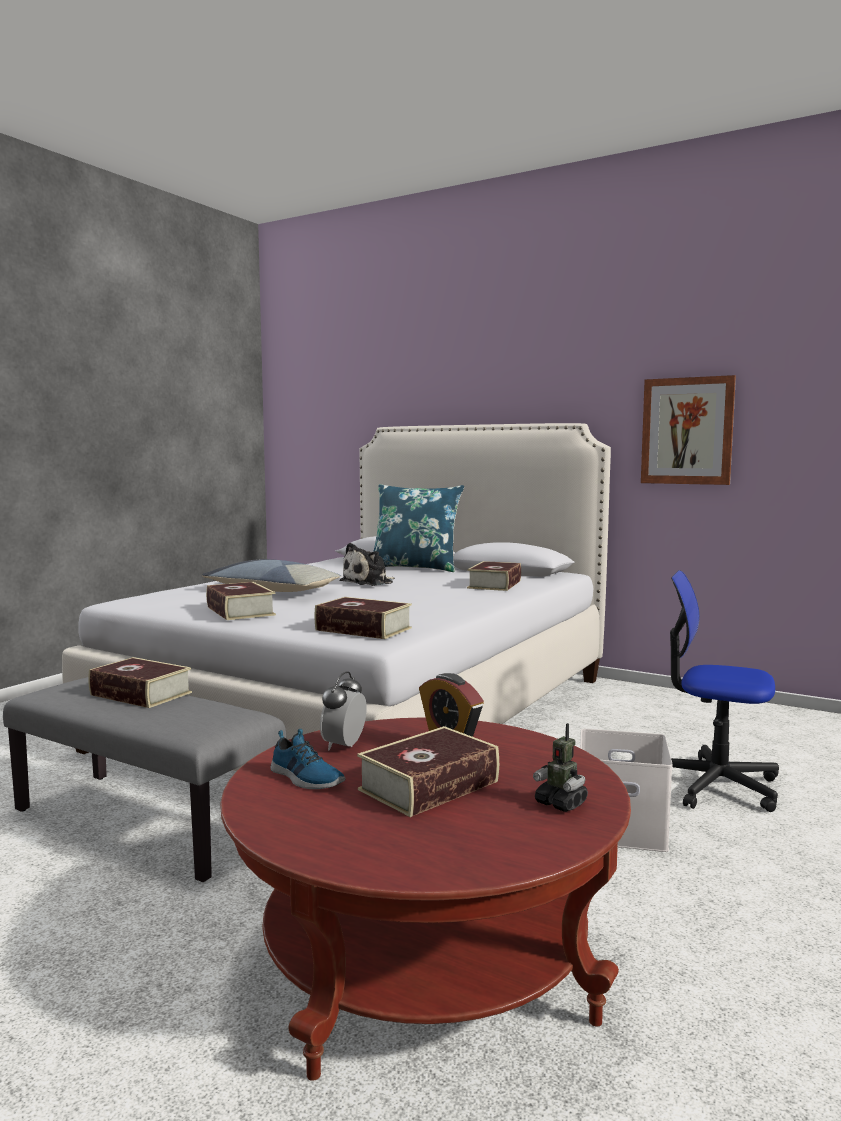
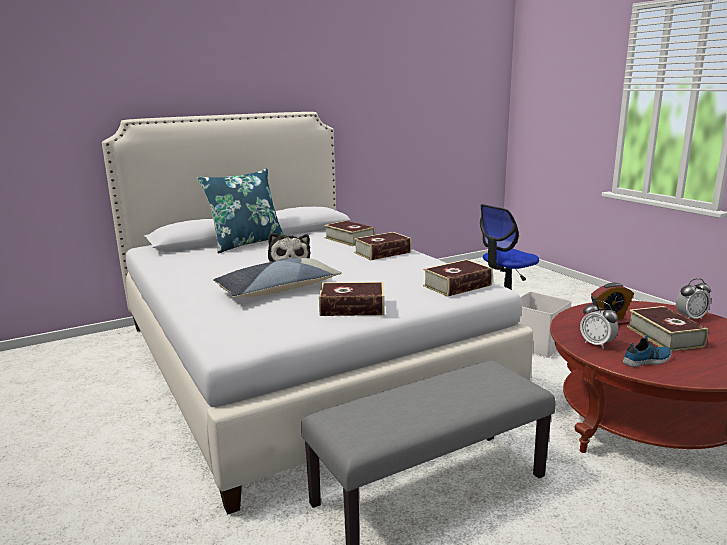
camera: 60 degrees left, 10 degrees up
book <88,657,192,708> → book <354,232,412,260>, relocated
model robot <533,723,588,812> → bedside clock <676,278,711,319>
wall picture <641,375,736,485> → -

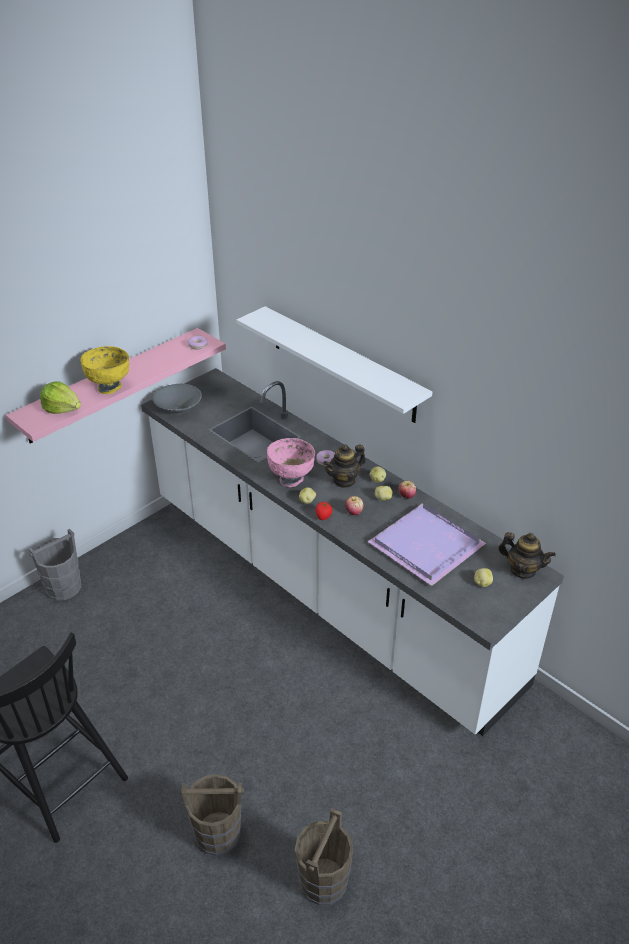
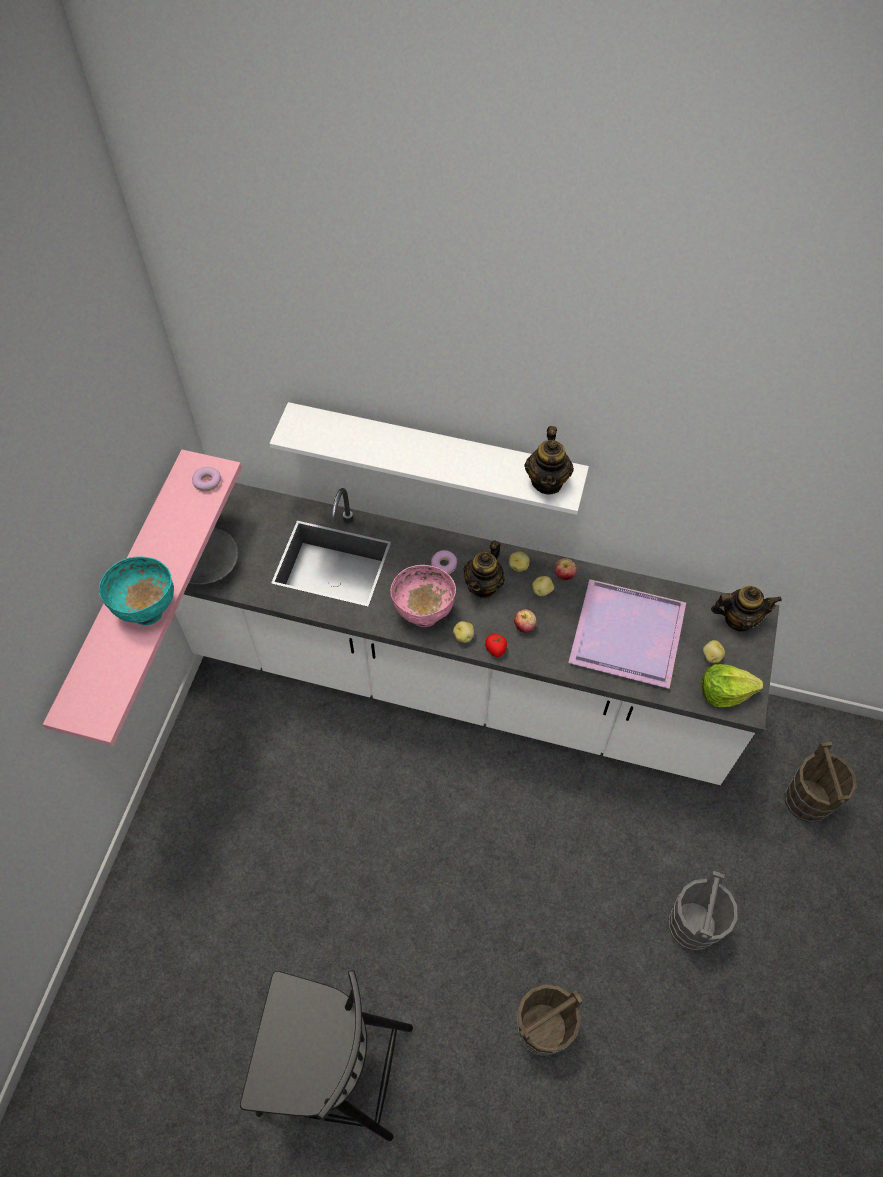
camera: 30 degrees left, 20 degrees up
water bucket in greyish <29,528,81,600> → water bucket in greyish <669,871,738,951>, relocated
lettuce head <40,382,81,414> → lettuce head <702,664,763,707>, relocated
serving bowl in yellow-coloured <81,346,129,394> → serving bowl in turquoise <99,556,174,625>
water bucket in brown <295,808,354,905> → water bucket in brown <785,742,857,823>, relocated
- → teapot <524,426,574,494>

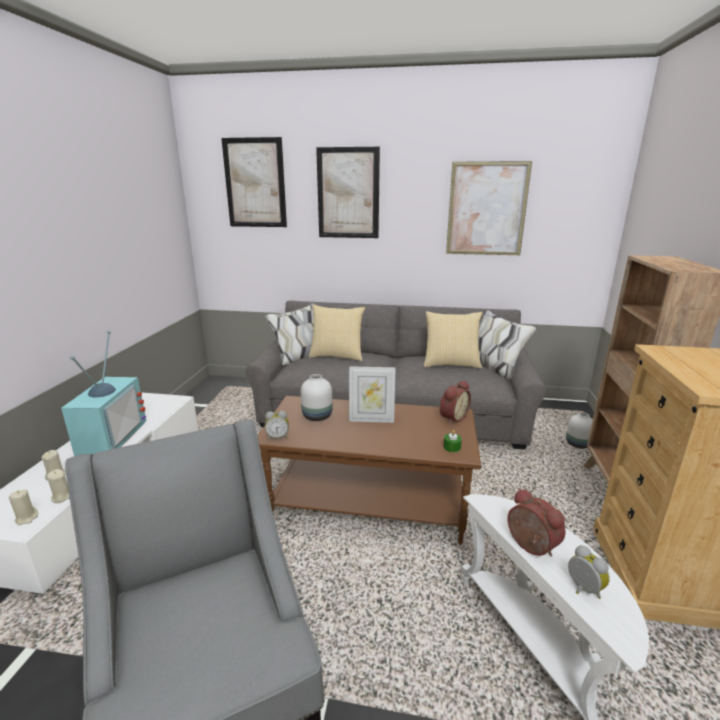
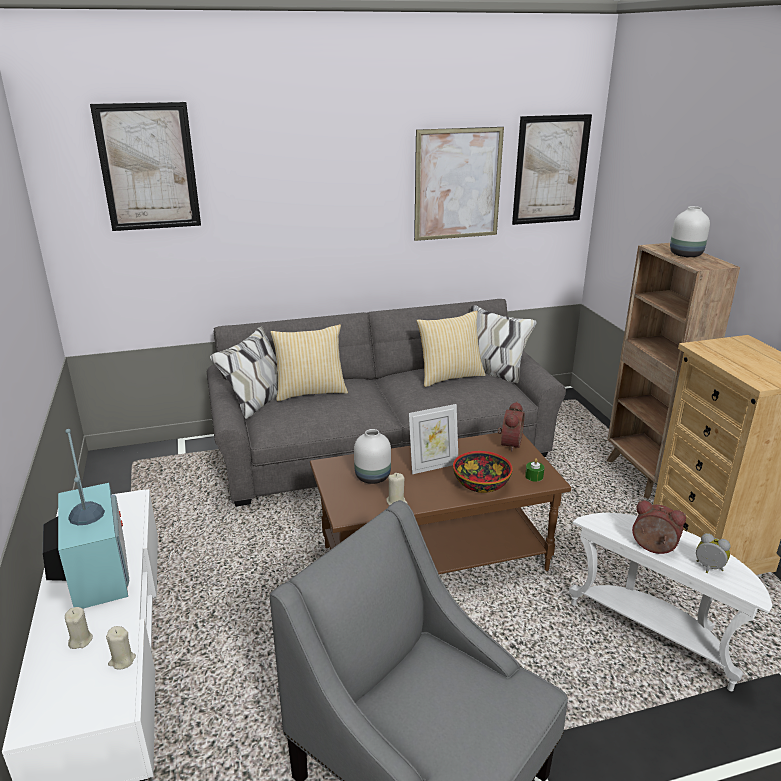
camera: 25 degrees left, 5 degrees up
wax light in sand-coloured <9,489,38,525> → wax light in sand-coloured <386,473,407,506>, relocated
bedside clock <265,411,289,440> → -
wall picture <316,147,380,238> → wall picture <512,114,592,225>, relocated
decorative vase in white-coloured <566,412,593,449> → decorative vase in white-coloured <670,206,710,257>, relocated
- → serving bowl <453,451,513,493>

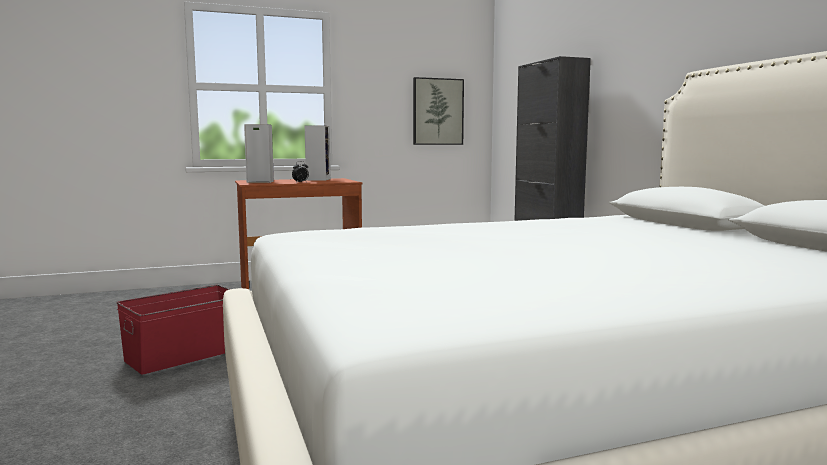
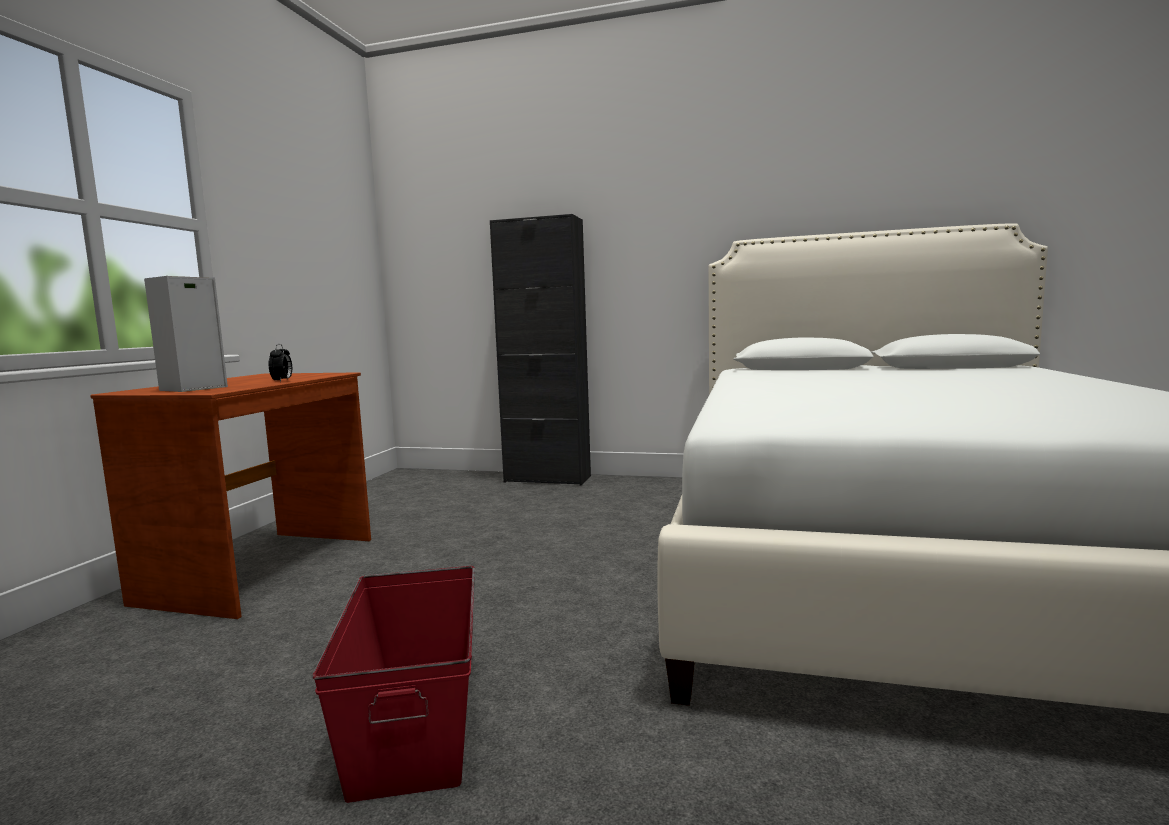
camera: 55 degrees left, 0 degrees up
loudspeaker <305,125,331,180> → -
wall picture <413,77,464,145> → -

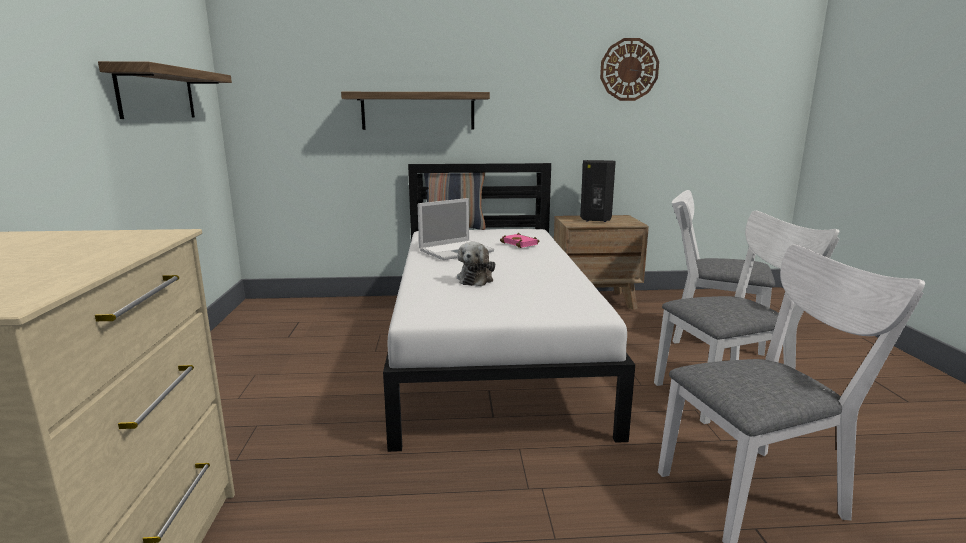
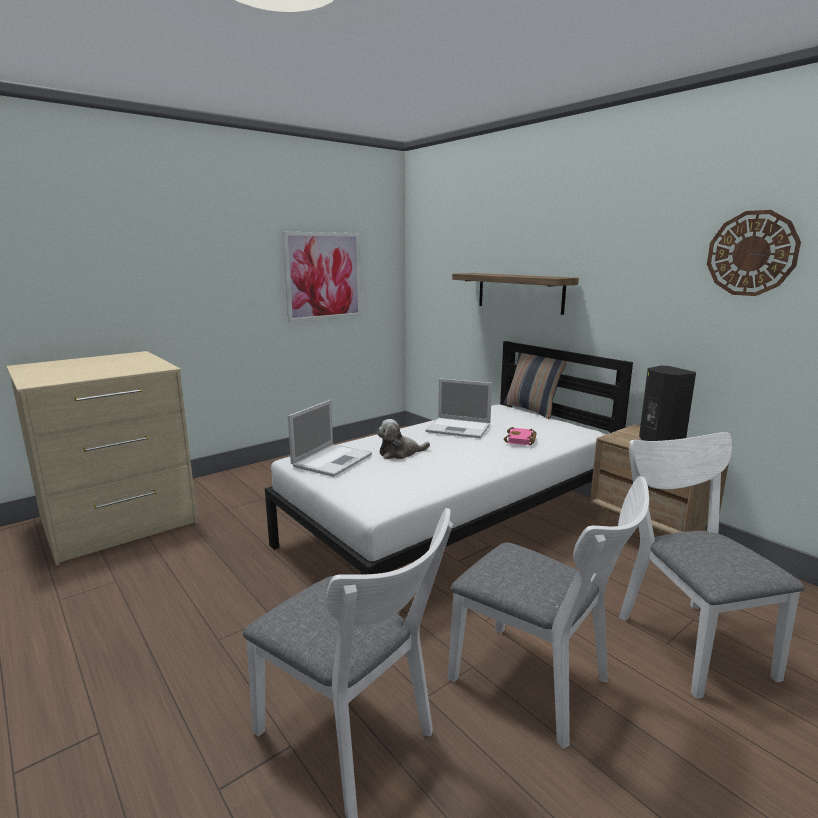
camera: 55 degrees right, 0 degrees up
wall shelf <98,61,232,119> → wall picture <283,232,362,322>
- → portable computer <288,400,372,477>

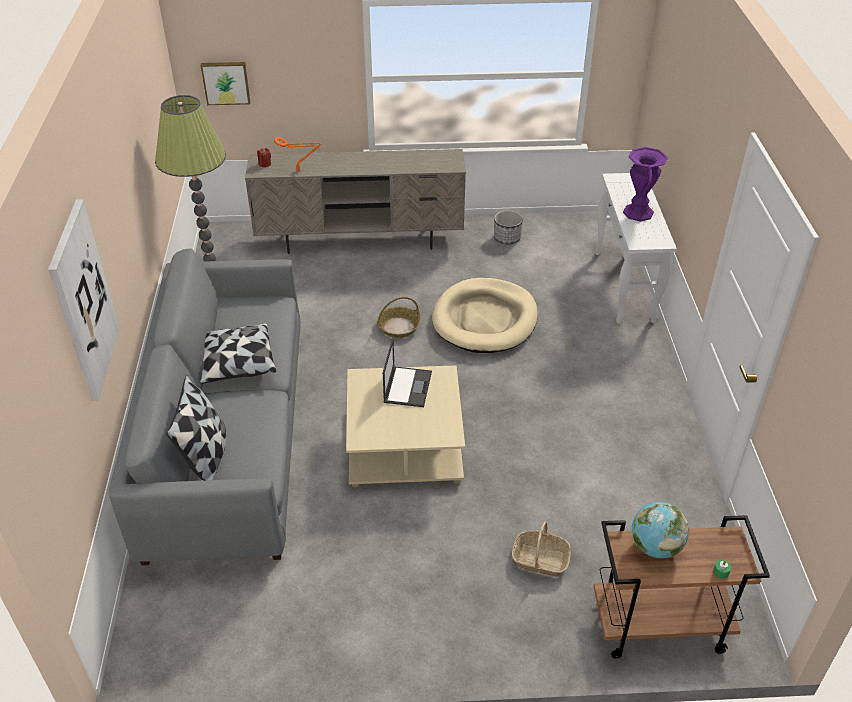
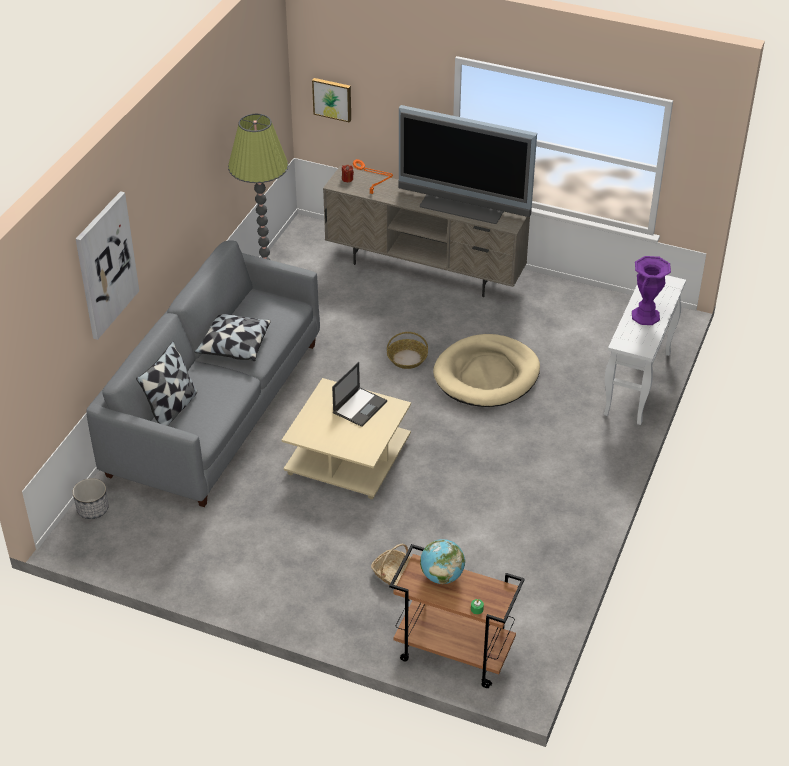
camera: 25 degrees right, 0 degrees up
planter <494,210,523,244> → planter <72,478,109,519>, relocated
- → TV <399,105,537,224>

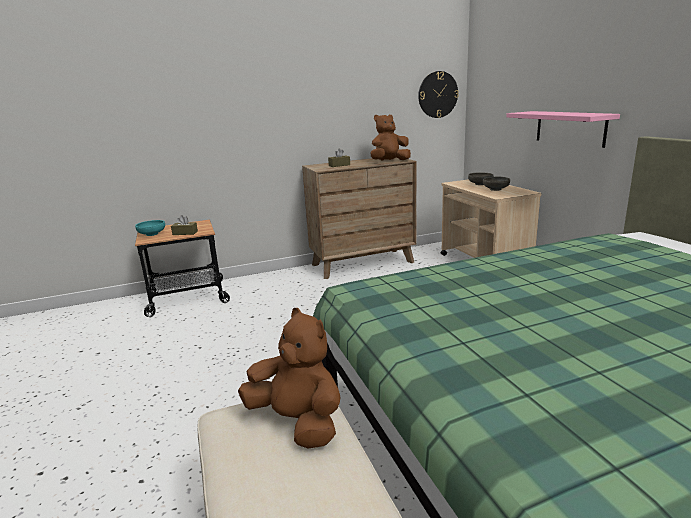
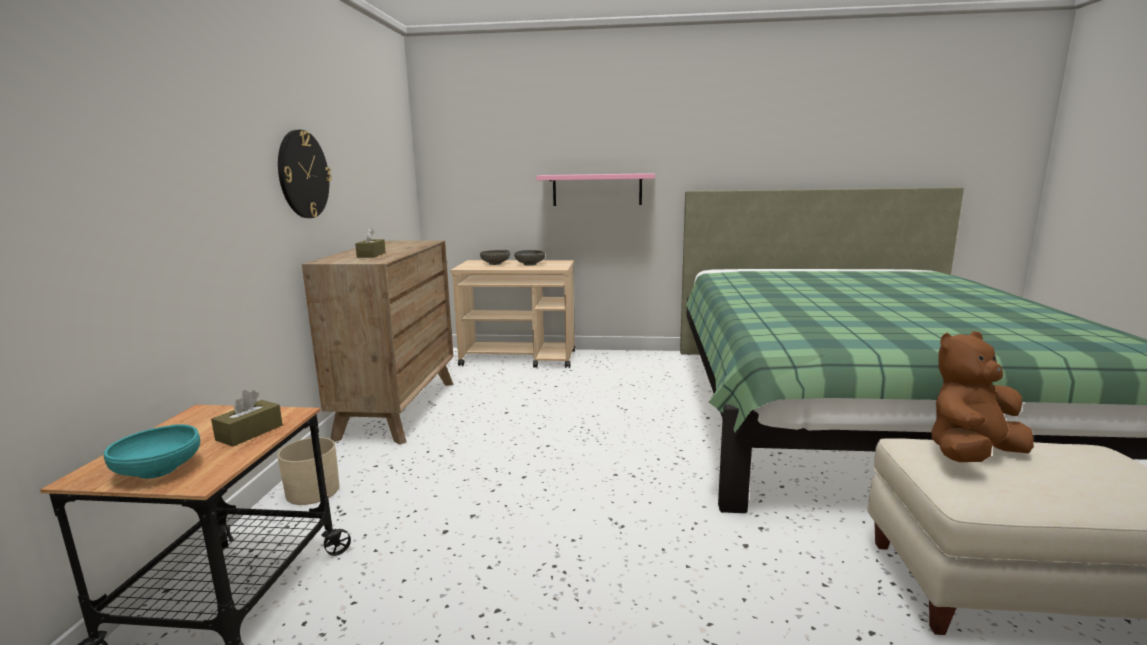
camera: 65 degrees left, 5 degrees down
cuddly toy in brown <371,115,411,161> → -
clock on the wall <418,71,459,118> → clock on the wall <278,130,332,218>, relocated
- → planter in sand-coloured <277,437,339,505>

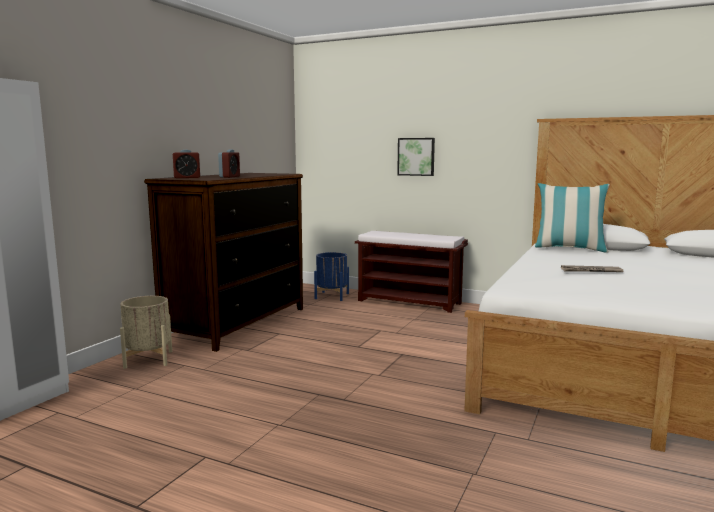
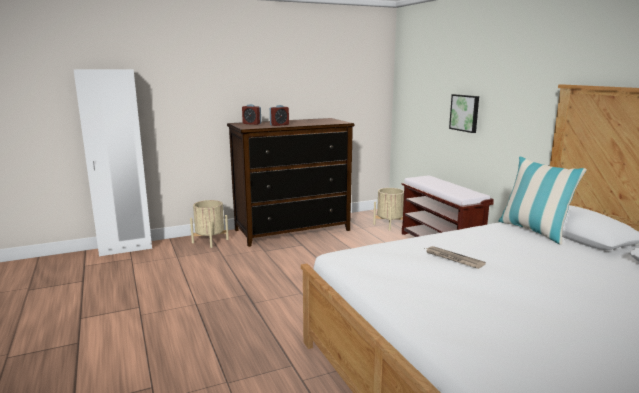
camera: 40 degrees right, 5 degrees up
planter in blue <314,252,349,301> → planter in sand-coloured <373,188,404,231>

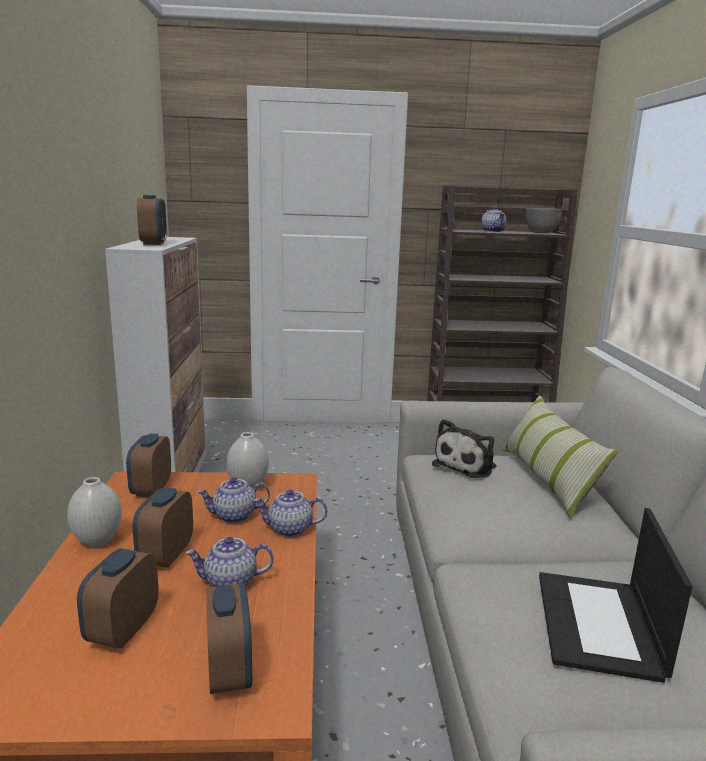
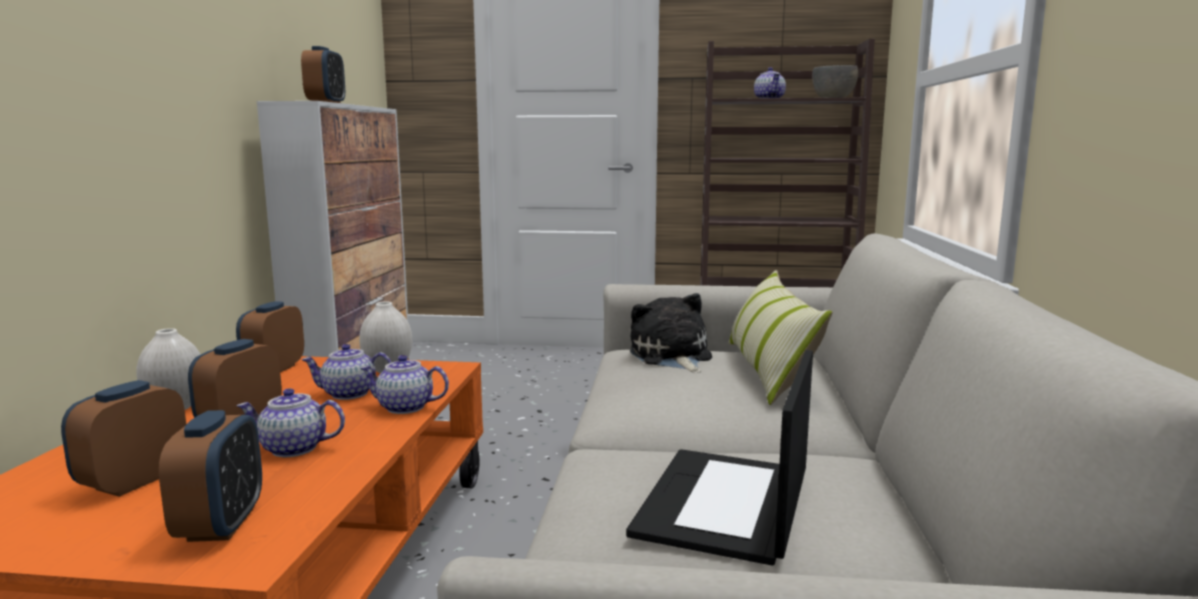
camera: 10 degrees right, 5 degrees down
cuddly toy <432,419,496,478> → cuddly toy <630,293,712,373>, 120 degrees clockwise

